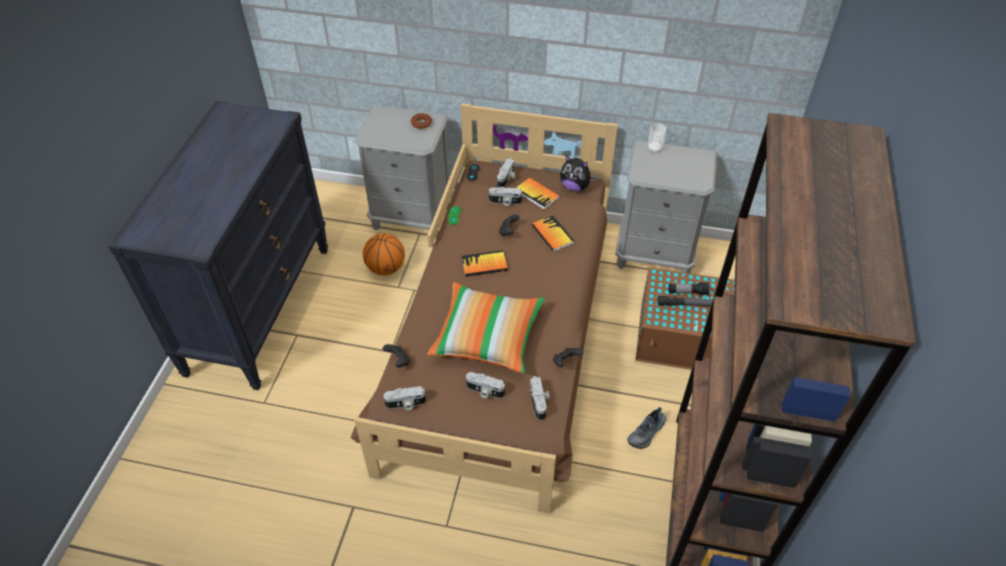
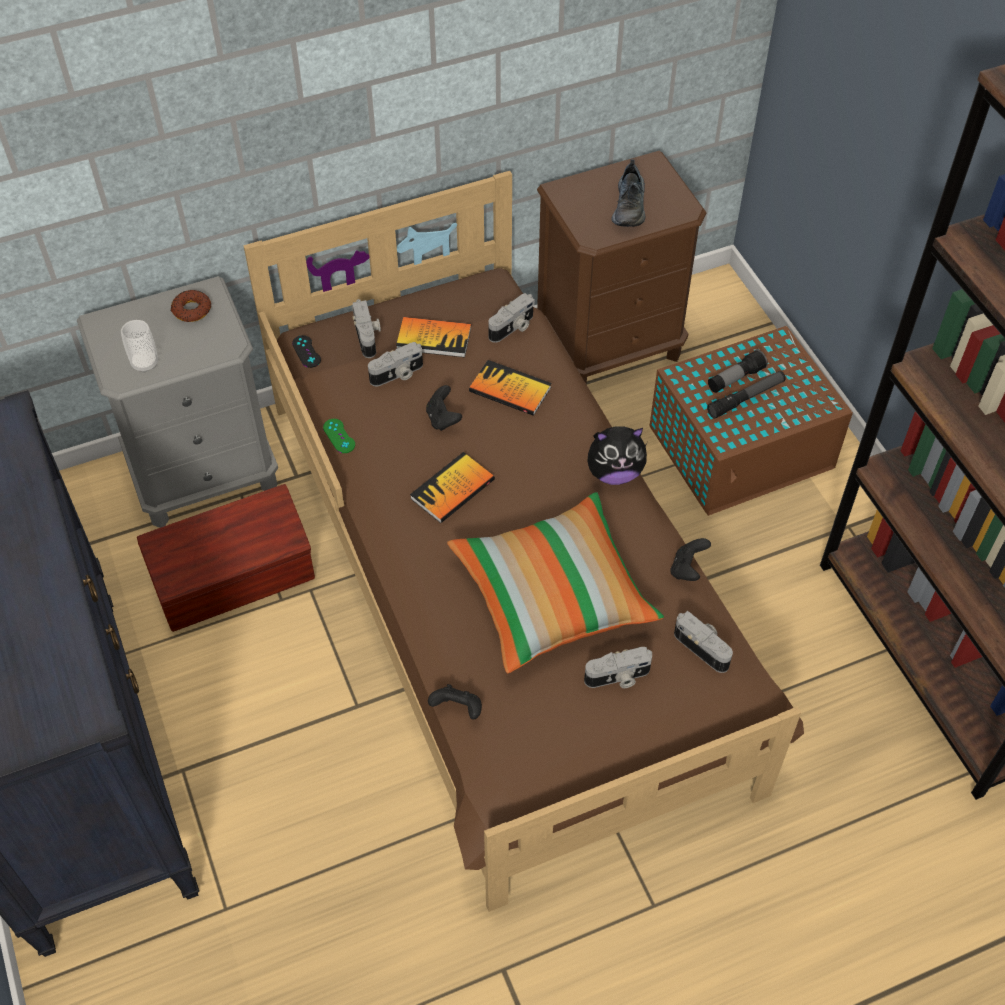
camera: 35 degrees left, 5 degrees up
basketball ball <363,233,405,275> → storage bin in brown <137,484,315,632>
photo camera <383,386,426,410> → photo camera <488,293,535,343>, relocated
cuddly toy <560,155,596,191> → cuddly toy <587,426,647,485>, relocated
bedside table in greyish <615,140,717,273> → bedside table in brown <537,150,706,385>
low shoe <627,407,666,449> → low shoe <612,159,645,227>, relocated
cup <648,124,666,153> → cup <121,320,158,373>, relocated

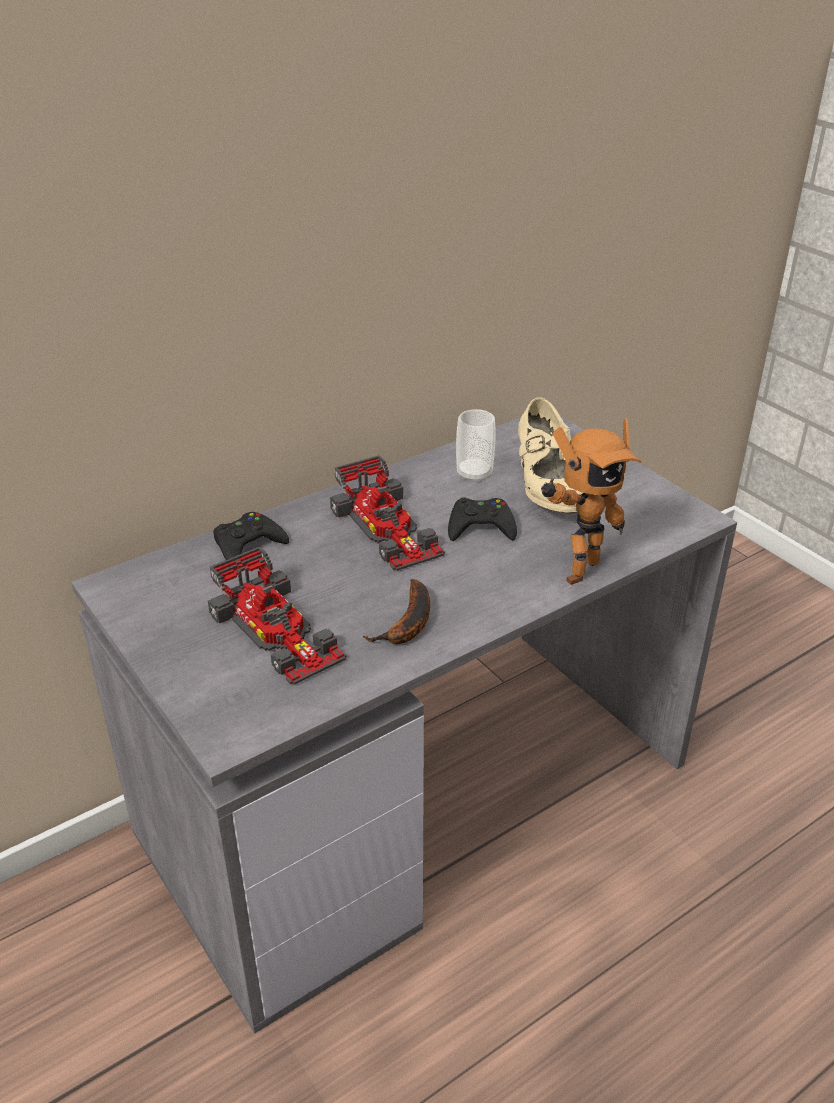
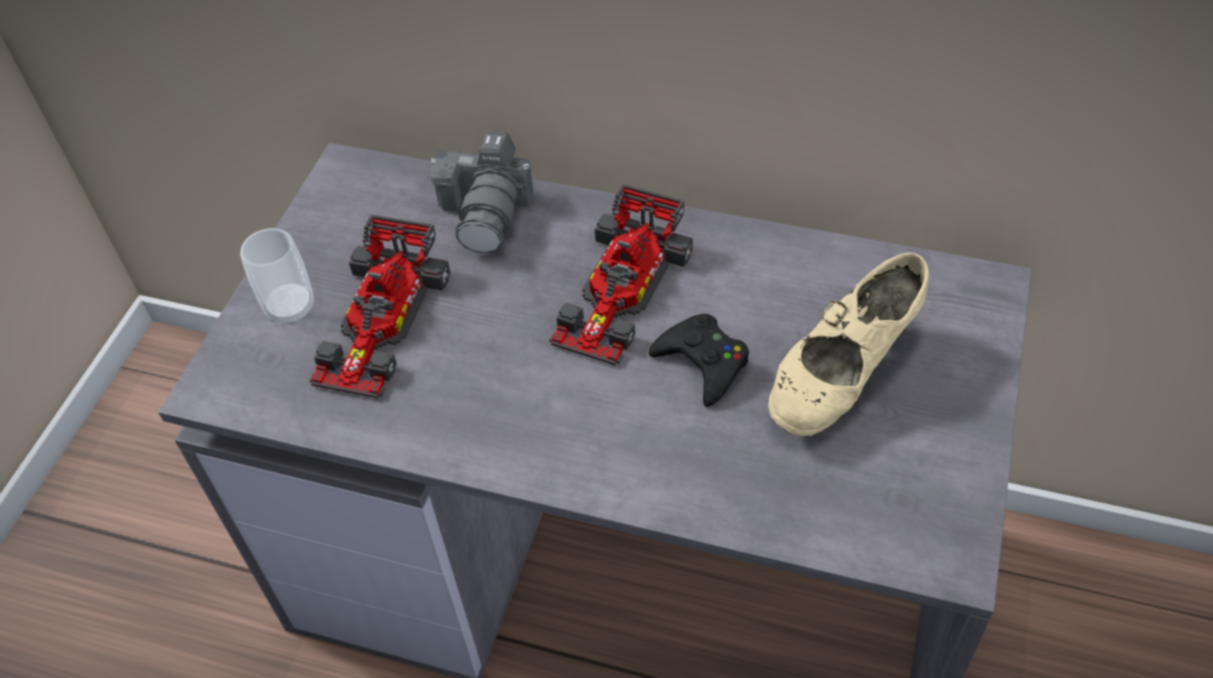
camera: 55 degrees right, 15 degrees up
joypad in black <213,512,289,560> → photo camera <430,131,533,253>
whole banana <363,579,430,644> → -
cup <456,409,495,483> → cup <240,228,314,325>, relocated
model robot <541,419,641,585> → -

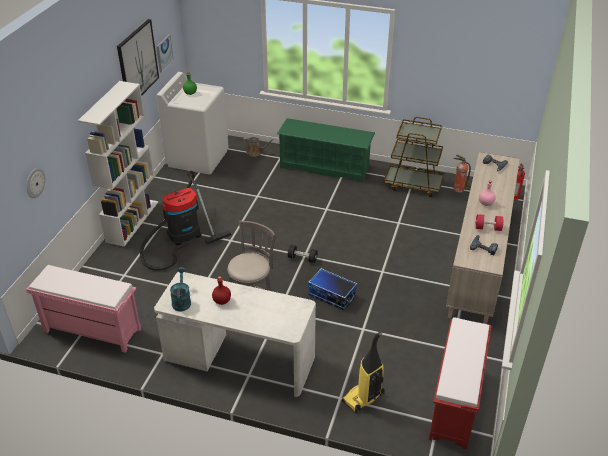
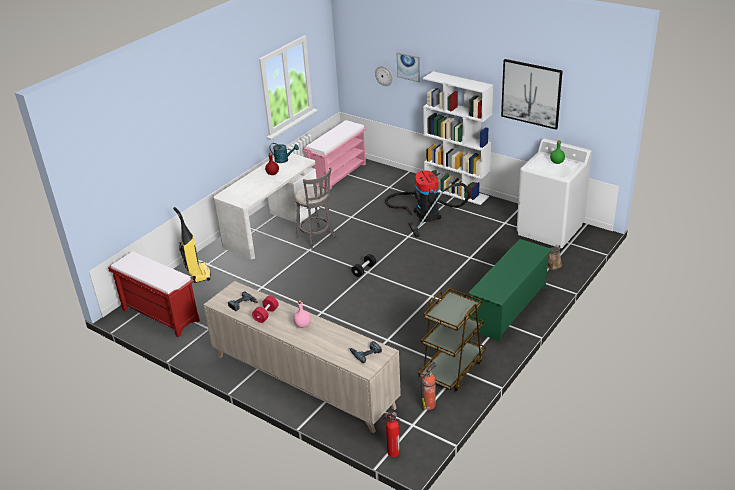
camera: 110 degrees right, 5 degrees down
wall picture <156,35,173,73> → wall picture <397,52,420,82>, relocated
storage bin <308,268,358,311> → -

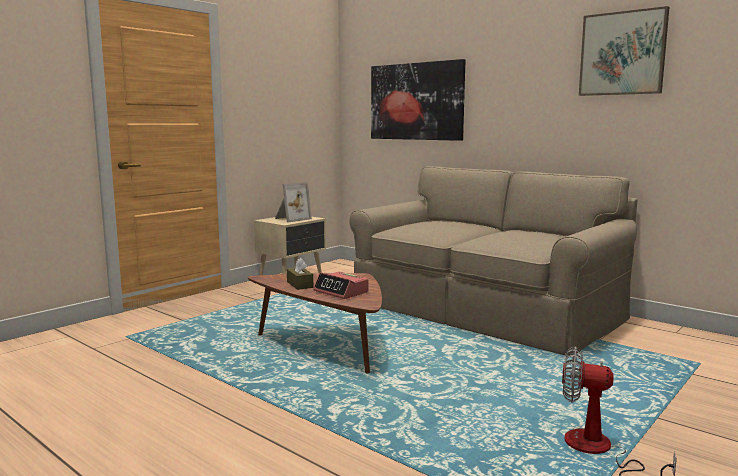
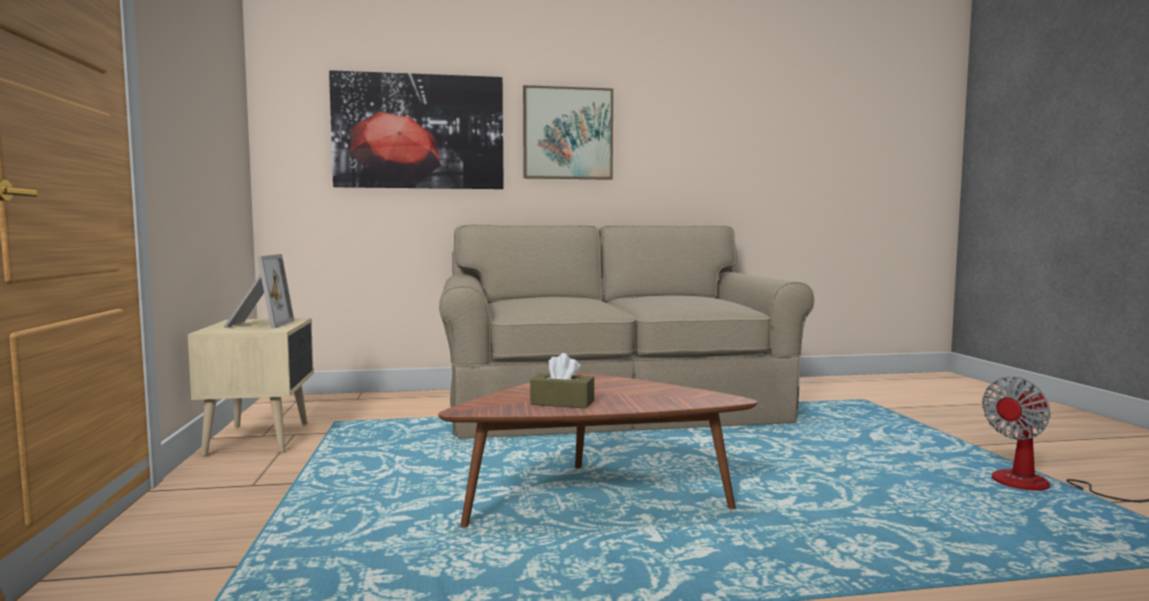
camera: 50 degrees left, 5 degrees down
bedside clock <313,271,369,299> → -
wall picture <579,6,669,96> → wall picture <523,85,613,180>, relocated

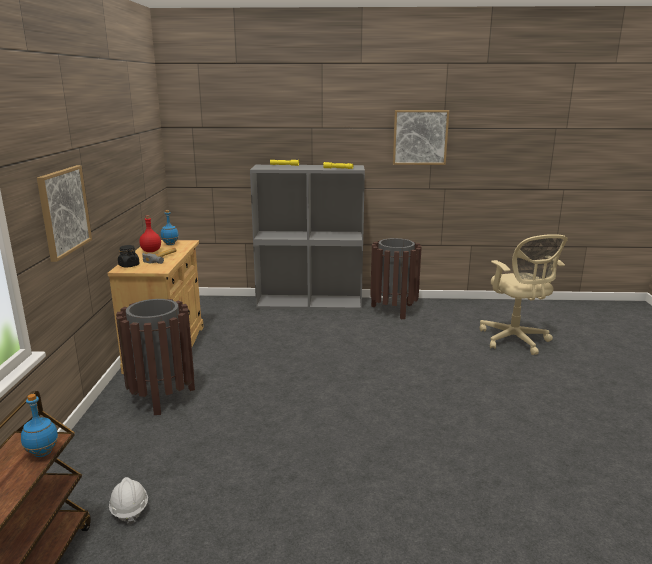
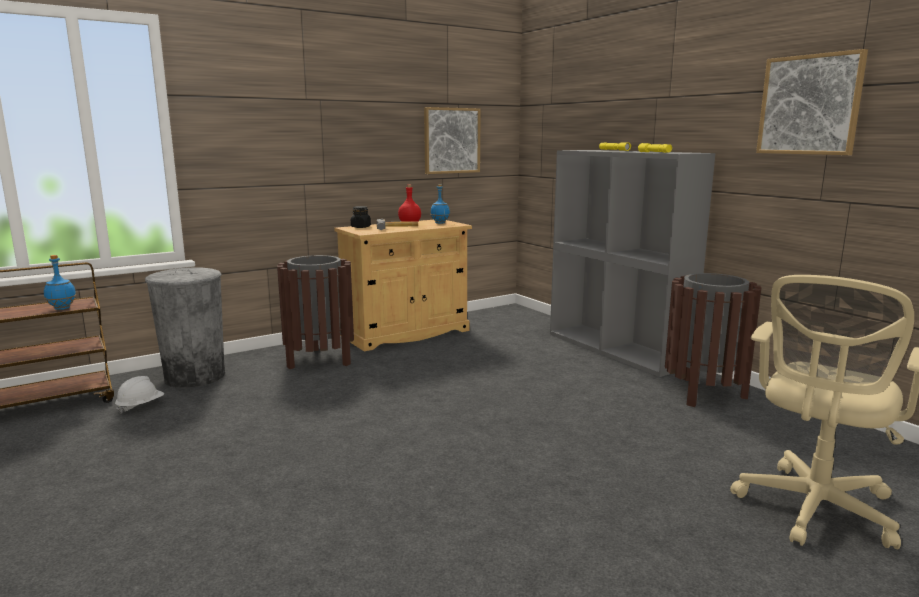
camera: 55 degrees right, 5 degrees down
wall picture <37,165,92,262> → wall picture <424,107,481,174>, relocated
- → rubbish bin in greyish <145,268,225,388>

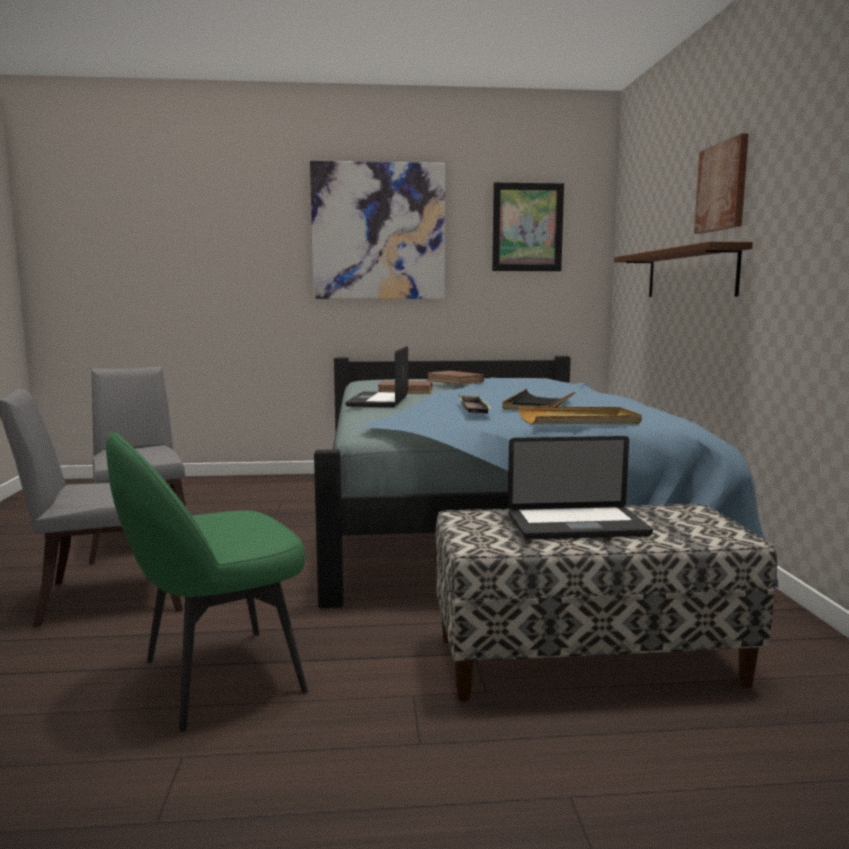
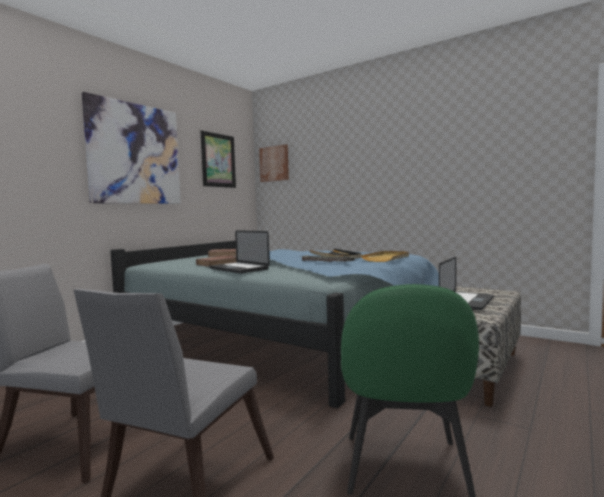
camera: 50 degrees left, 5 degrees down
wall shelf in brown <614,242,753,297> → -
wall picture <694,133,749,234> → wall picture <259,144,289,182>, relocated

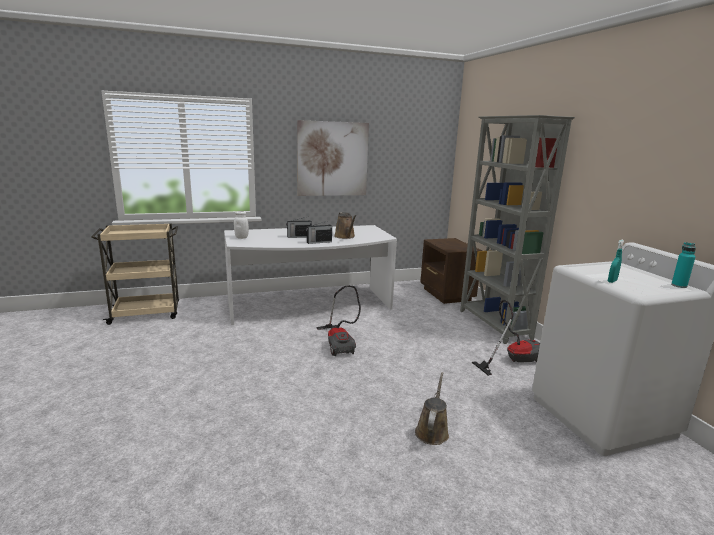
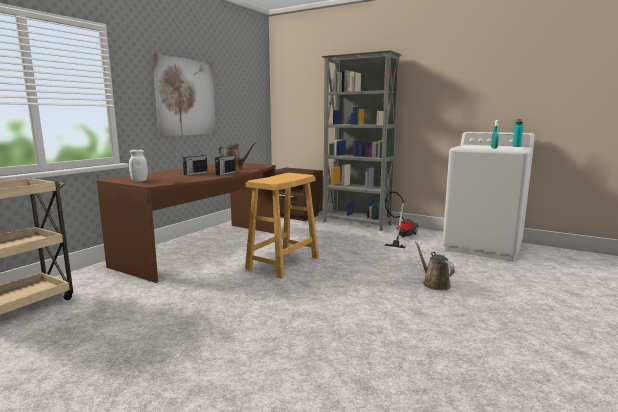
camera: 40 degrees left, 5 degrees down
desk in white-coloured <224,225,397,325> → desk in brown <96,163,276,283>
vacuum <317,285,361,356> → sitting stool in sand-coloured <245,173,319,278>

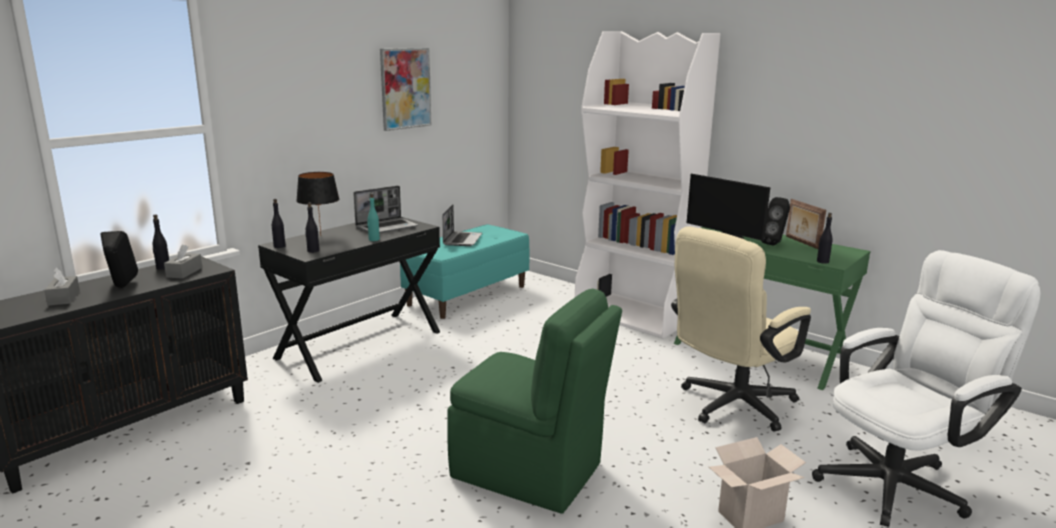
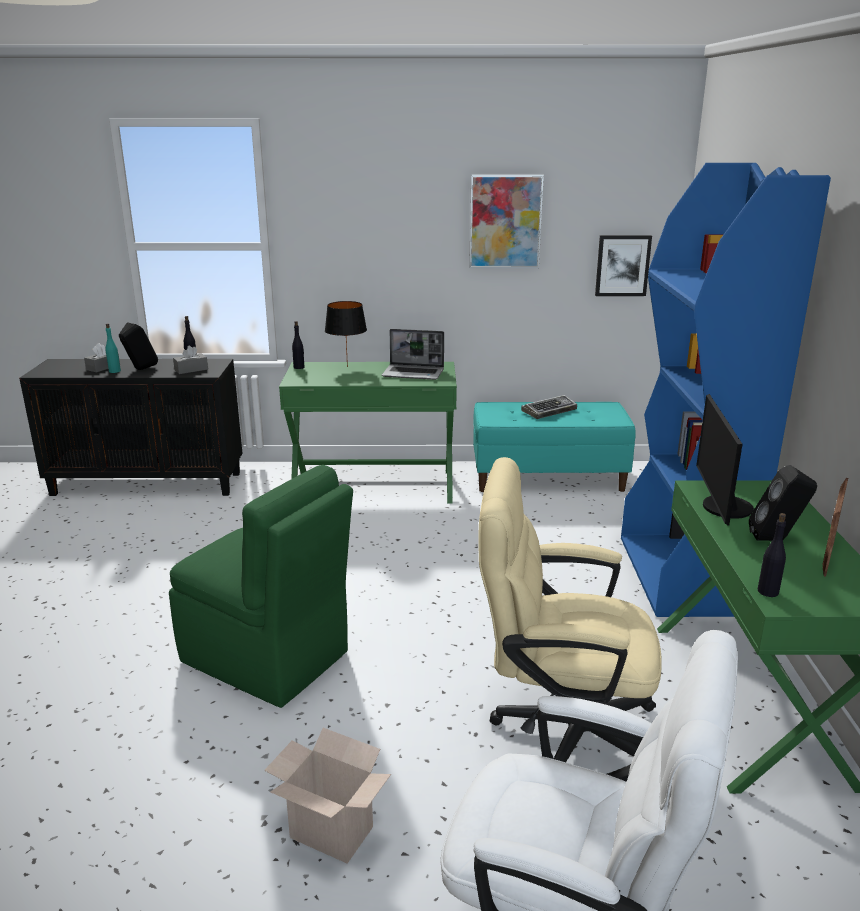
camera: 50 degrees right, 5 degrees up
desk in black <258,217,440,383> → desk in green <279,362,457,504>
beverage bottle in black <305,202,319,253> → -
beverage bottle in turquoise <367,194,380,241> → beverage bottle in turquoise <106,324,121,373>, relocated
portable computer <442,204,482,246> → PC keyboard <521,395,577,419>
chair in green <447,289,622,514> → chair in green <169,465,353,708>, 45 degrees counterclockwise
bookcase in white-coloured <575,31,721,339> → bookcase in blue <621,163,831,617>
- → wall picture <595,235,652,296>

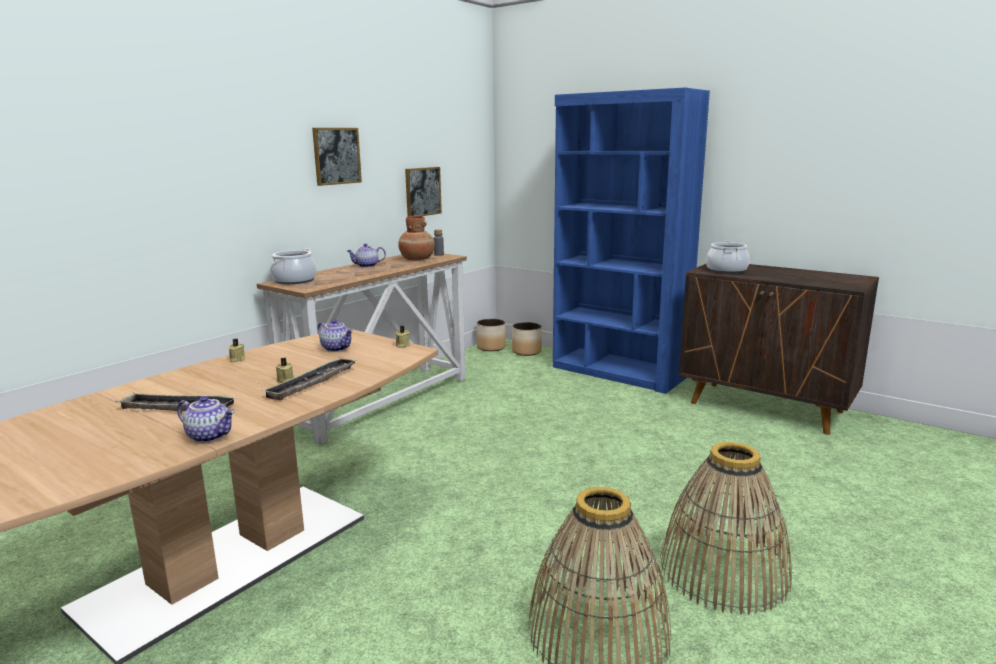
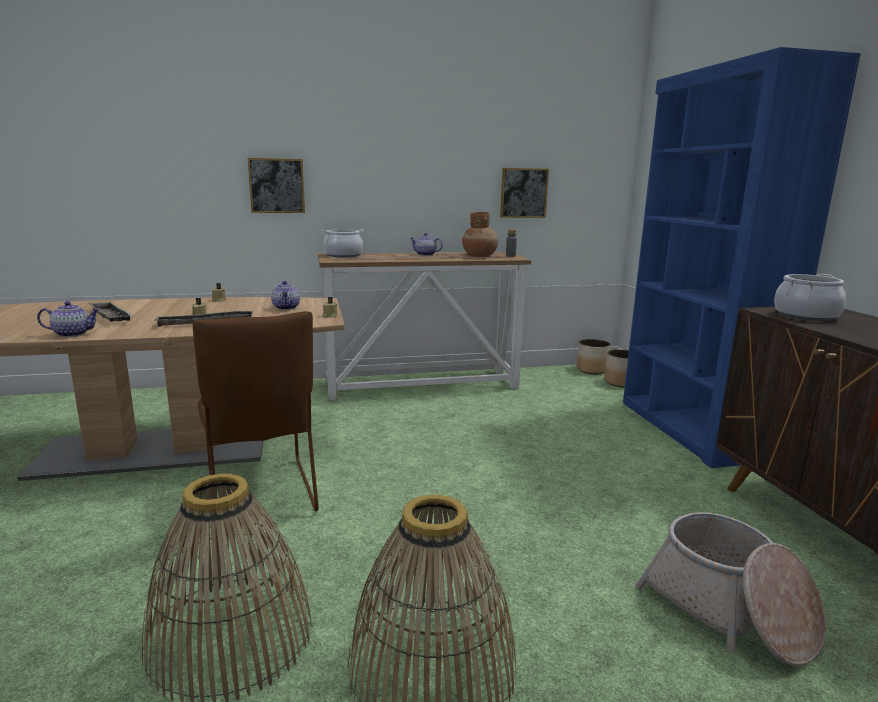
camera: 40 degrees right, 0 degrees up
teapot <177,396,235,443> → teapot <37,301,100,337>, 75 degrees counterclockwise
wall picture <312,128,362,186> → wall picture <248,158,305,213>, relocated
- → chair in brown <193,311,319,511>
- → basket <635,512,827,666>

